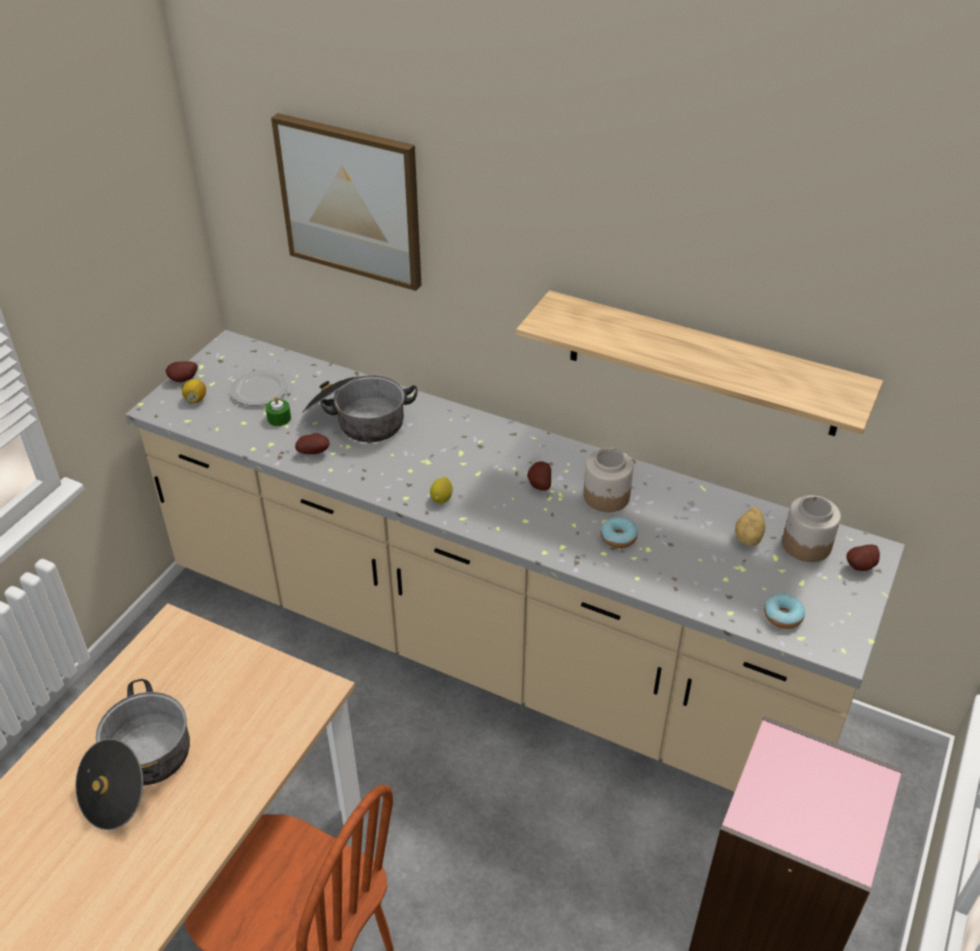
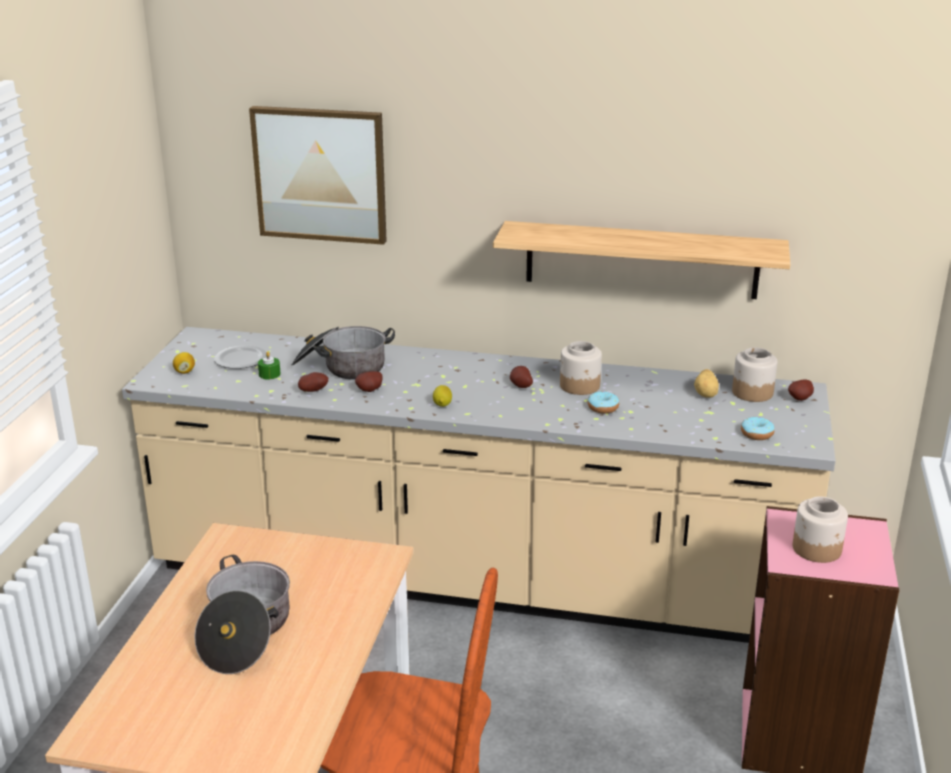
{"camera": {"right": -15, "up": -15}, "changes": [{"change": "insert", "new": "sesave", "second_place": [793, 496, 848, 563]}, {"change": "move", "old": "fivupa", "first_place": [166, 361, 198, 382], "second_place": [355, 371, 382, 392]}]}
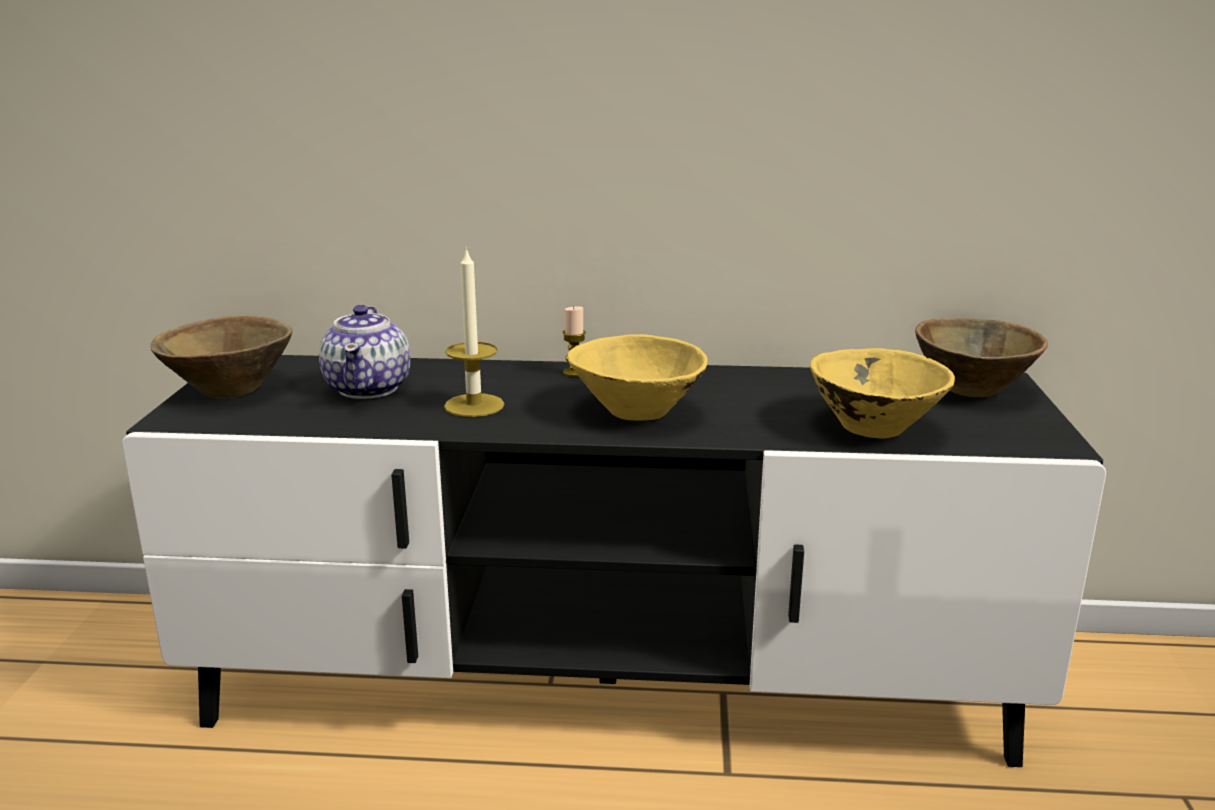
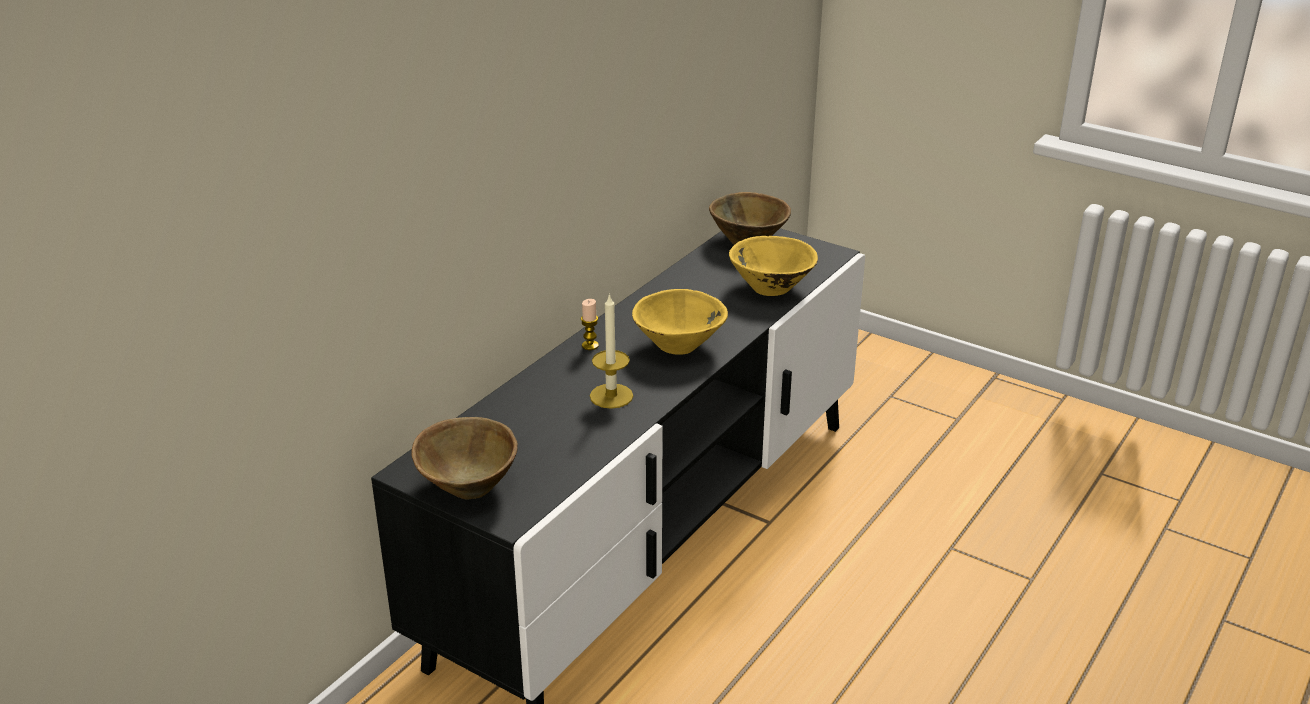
{"camera": {"right": -60, "up": 10}, "changes": [{"change": "delete", "old": "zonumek", "first_place": [319, 305, 410, 399]}]}
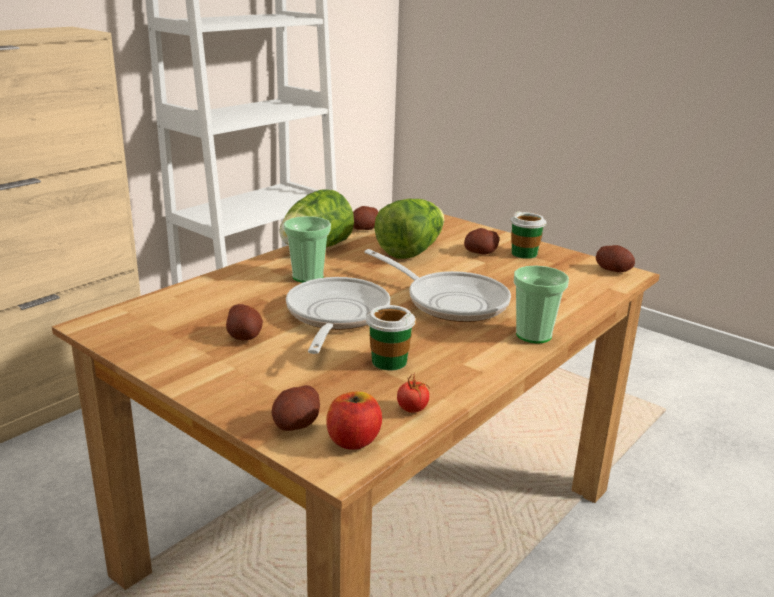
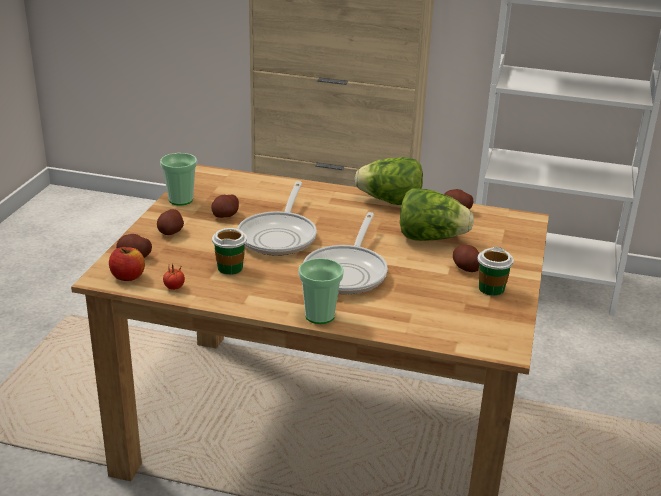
{"camera": {"right": 65, "up": 5}, "changes": [{"change": "move", "old": "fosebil", "first_place": [283, 216, 331, 283], "second_place": [160, 153, 197, 206]}, {"change": "move", "old": "fivupa", "first_place": [596, 245, 635, 273], "second_place": [157, 209, 184, 235]}, {"change": "rotate", "old": "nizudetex", "first_place": [286, 277, 390, 354], "second_place": [237, 181, 317, 256], "degrees": 120}]}
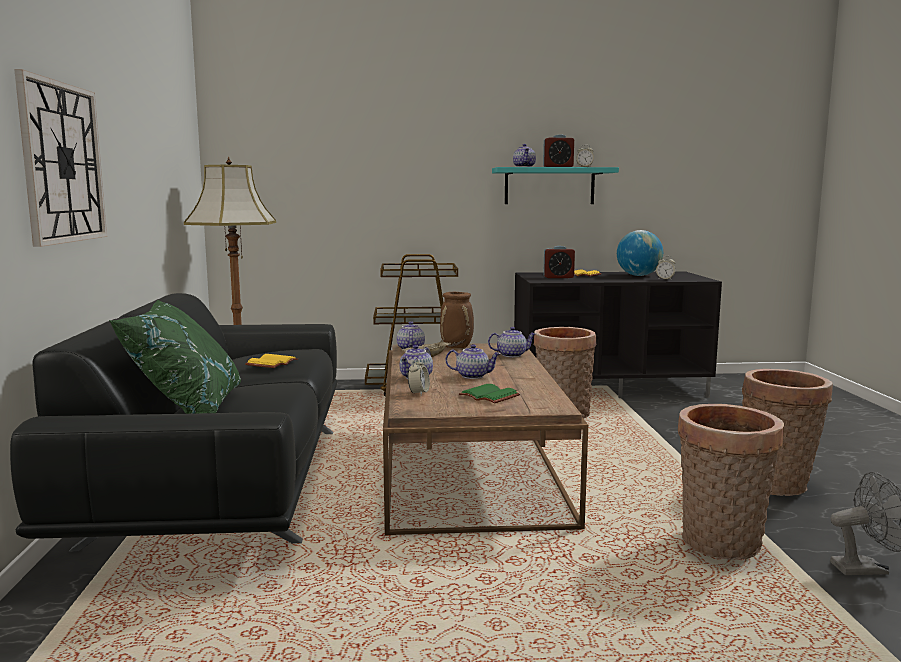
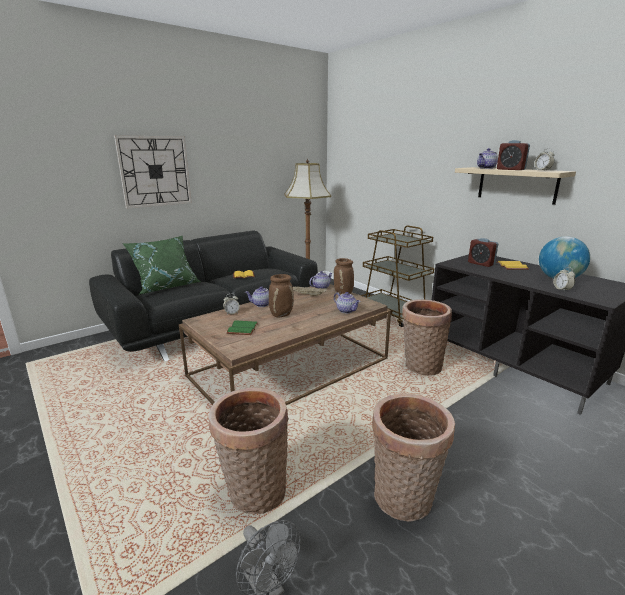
{"camera": {"right": 55, "up": 10}, "changes": [{"change": "replace", "old": "zonumek", "new": "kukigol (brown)", "first_place": [445, 344, 501, 379], "second_place": [269, 274, 294, 317]}, {"change": "recolor", "old": "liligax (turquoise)", "new": "liligax (beige)", "first_place": [492, 167, 619, 204], "second_place": [455, 167, 576, 205]}]}
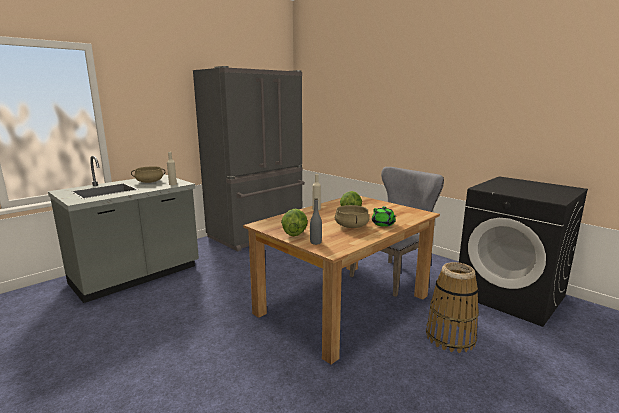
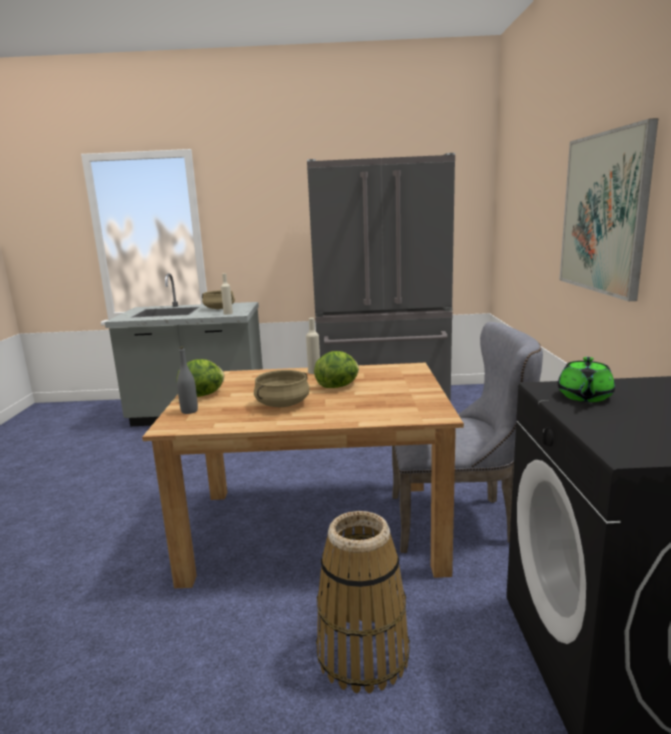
{"camera": {"right": 45, "up": 0}, "changes": [{"change": "insert", "new": "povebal", "second_place": [559, 118, 658, 301]}, {"change": "move", "old": "zonumek (green)", "first_place": [372, 206, 396, 227], "second_place": [558, 357, 615, 402]}]}
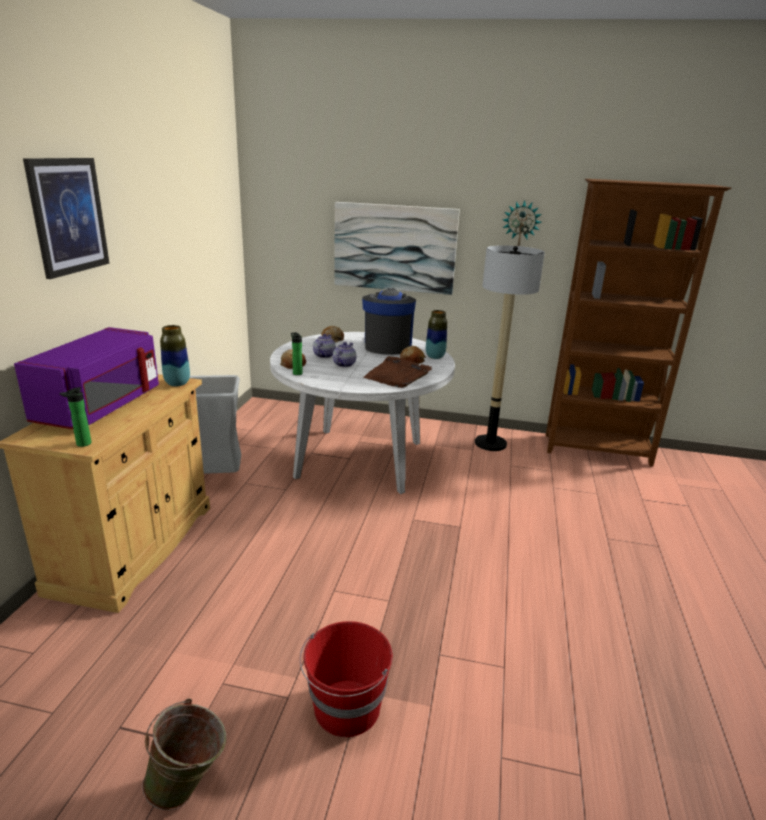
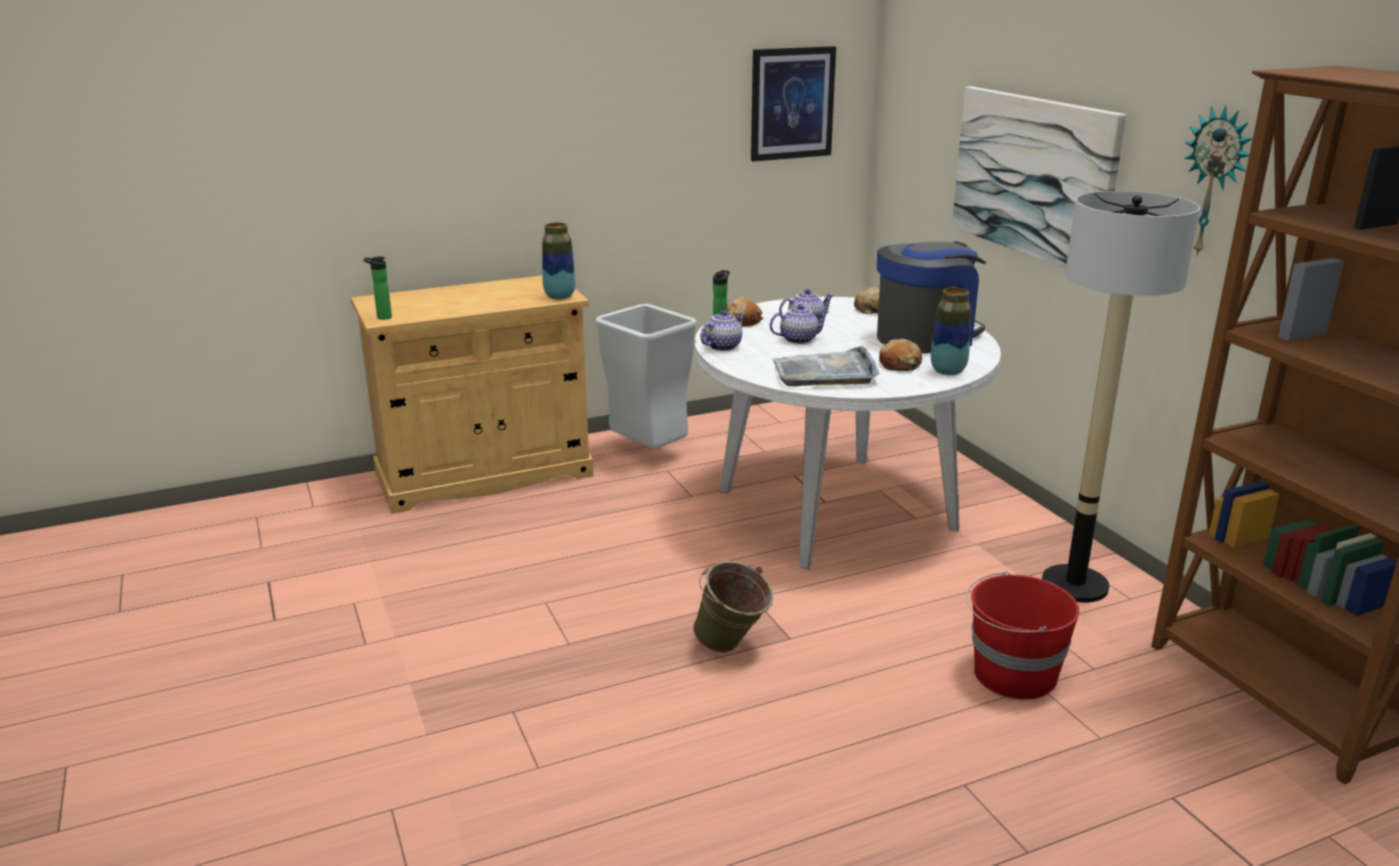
{"camera": {"right": 55, "up": 0}, "changes": [{"change": "delete", "old": "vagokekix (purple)", "first_place": [14, 327, 159, 429]}, {"change": "insert", "new": "zonumek", "second_place": [700, 310, 745, 351]}, {"change": "move", "old": "povebal", "first_place": [23, 158, 110, 279], "second_place": [751, 46, 836, 162]}, {"change": "move", "old": "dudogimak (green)", "first_place": [142, 698, 226, 810], "second_place": [693, 561, 773, 653]}, {"change": "move", "old": "dudogimak (red)", "first_place": [300, 621, 393, 737], "second_place": [966, 571, 1079, 700]}, {"change": "recolor", "old": "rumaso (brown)", "new": "rumaso (grey)", "first_place": [363, 356, 432, 388], "second_place": [773, 346, 880, 387]}]}
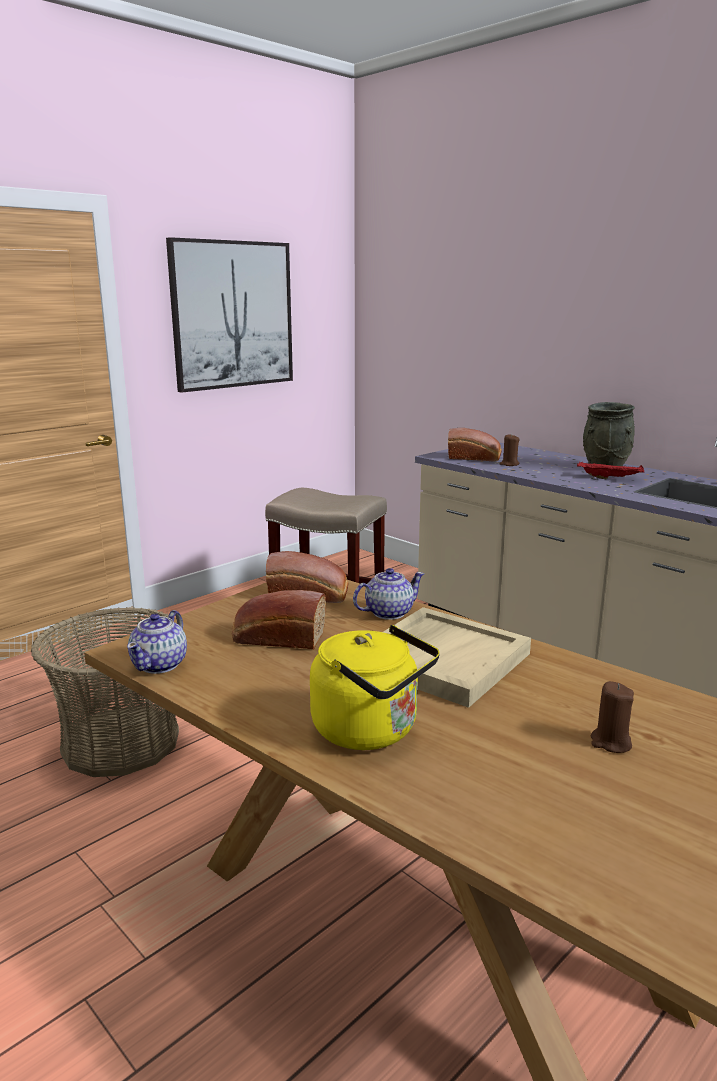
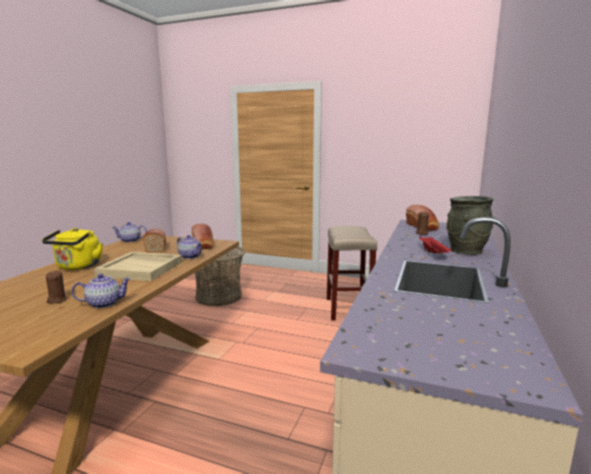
{"camera": {"right": 65, "up": -5}, "changes": [{"change": "delete", "old": "povebal", "first_place": [166, 237, 293, 393]}, {"change": "insert", "new": "zonumek", "second_place": [72, 274, 131, 308]}]}
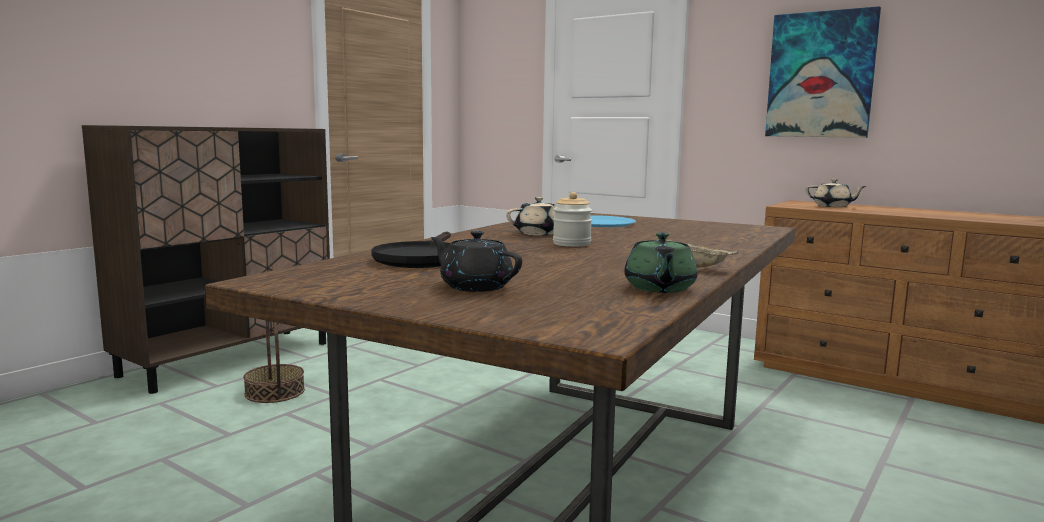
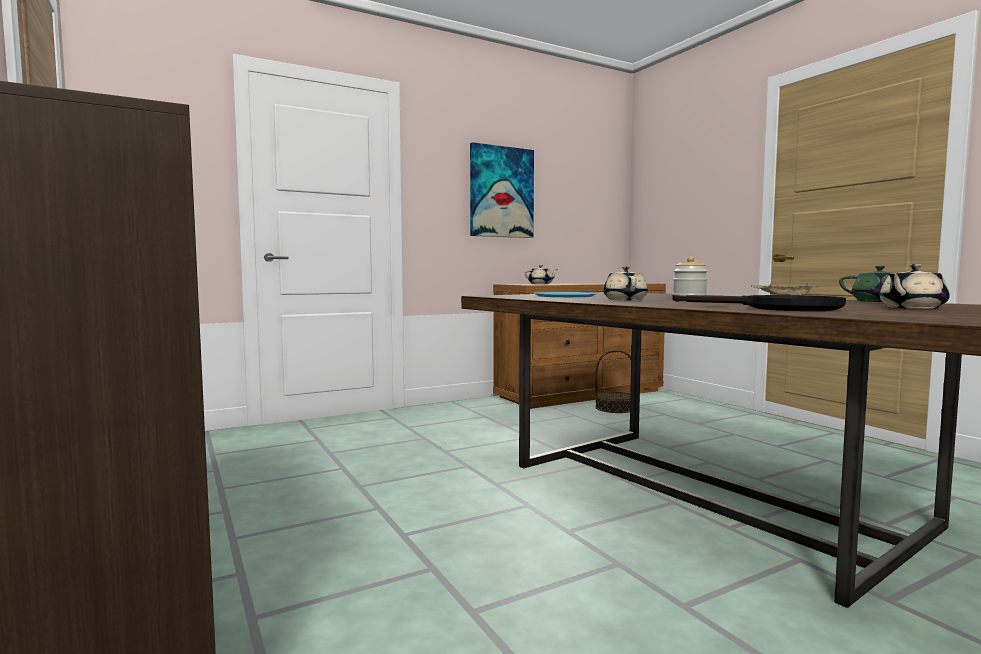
{"camera": {"right": -65, "up": -5}, "changes": [{"change": "move", "old": "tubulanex", "first_place": [243, 321, 305, 403], "second_place": [595, 350, 631, 413]}, {"change": "recolor", "old": "zonumek (black)", "new": "zonumek (beige)", "first_place": [430, 231, 522, 292], "second_place": [880, 264, 950, 309]}]}
